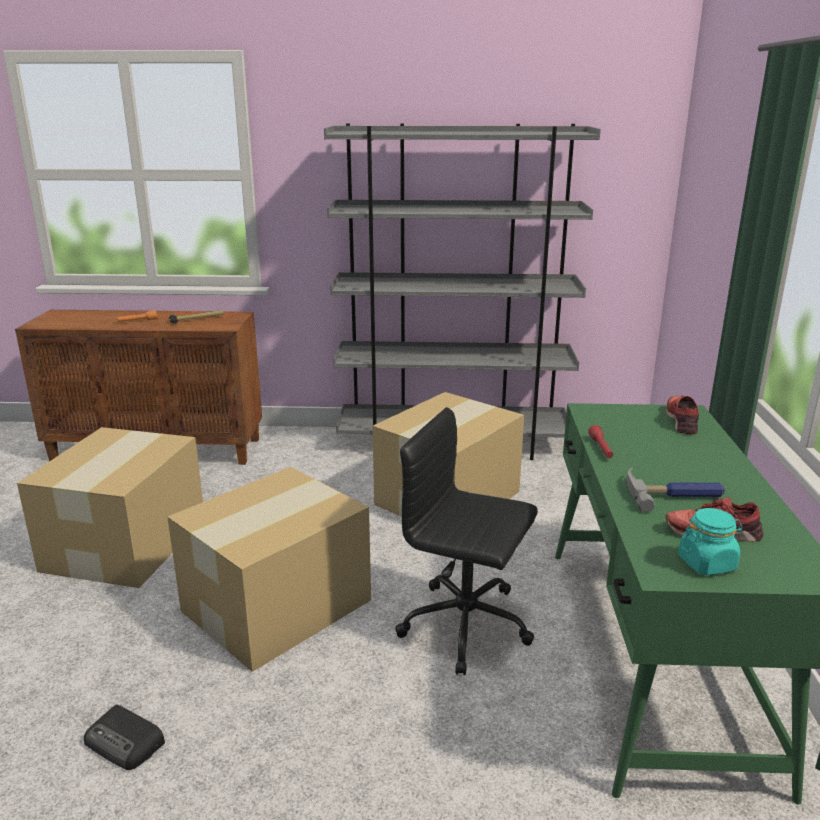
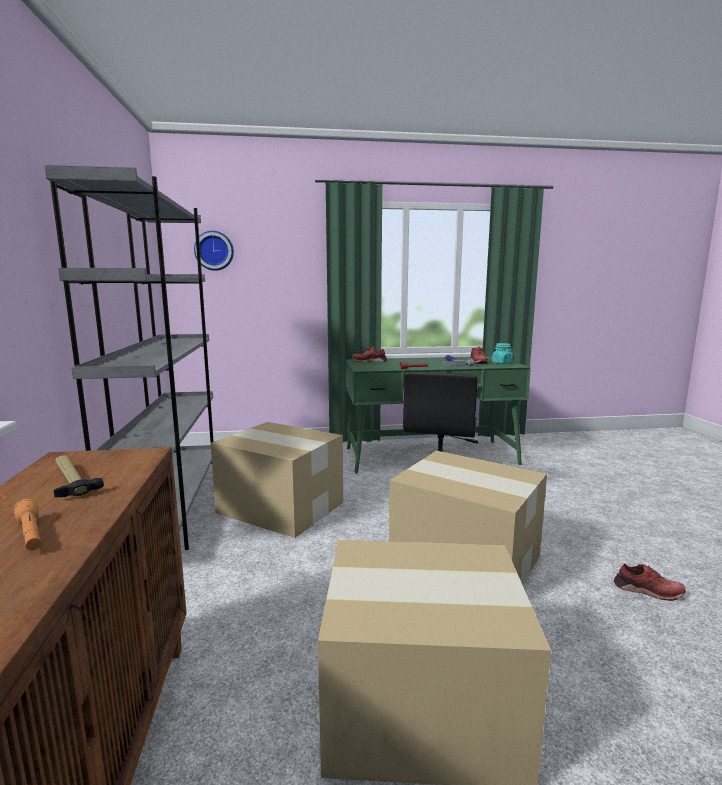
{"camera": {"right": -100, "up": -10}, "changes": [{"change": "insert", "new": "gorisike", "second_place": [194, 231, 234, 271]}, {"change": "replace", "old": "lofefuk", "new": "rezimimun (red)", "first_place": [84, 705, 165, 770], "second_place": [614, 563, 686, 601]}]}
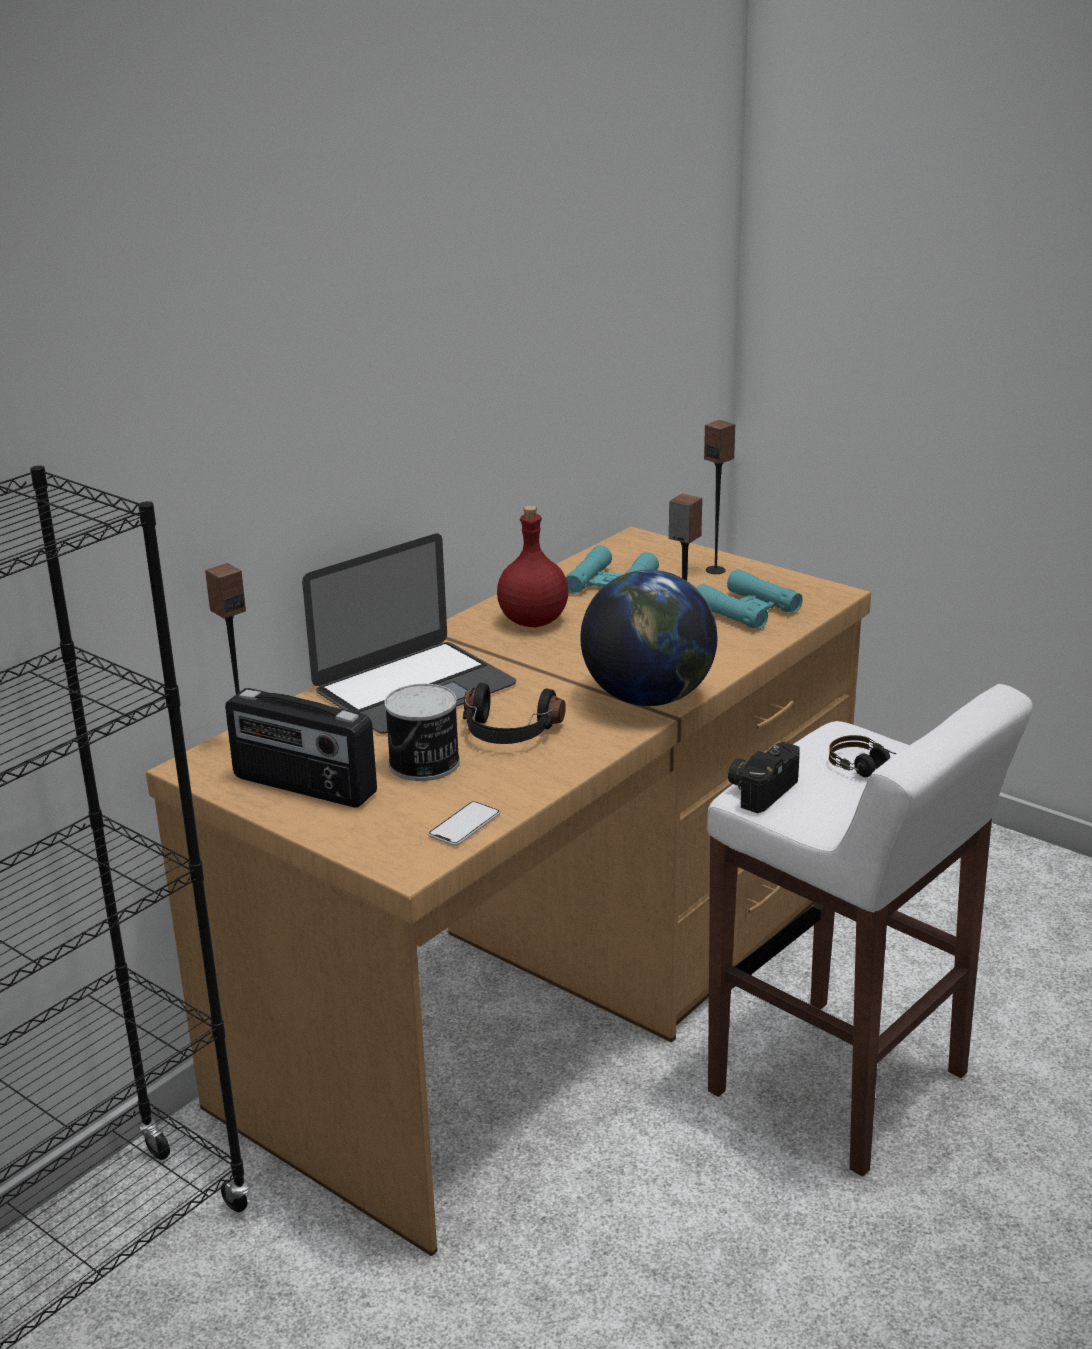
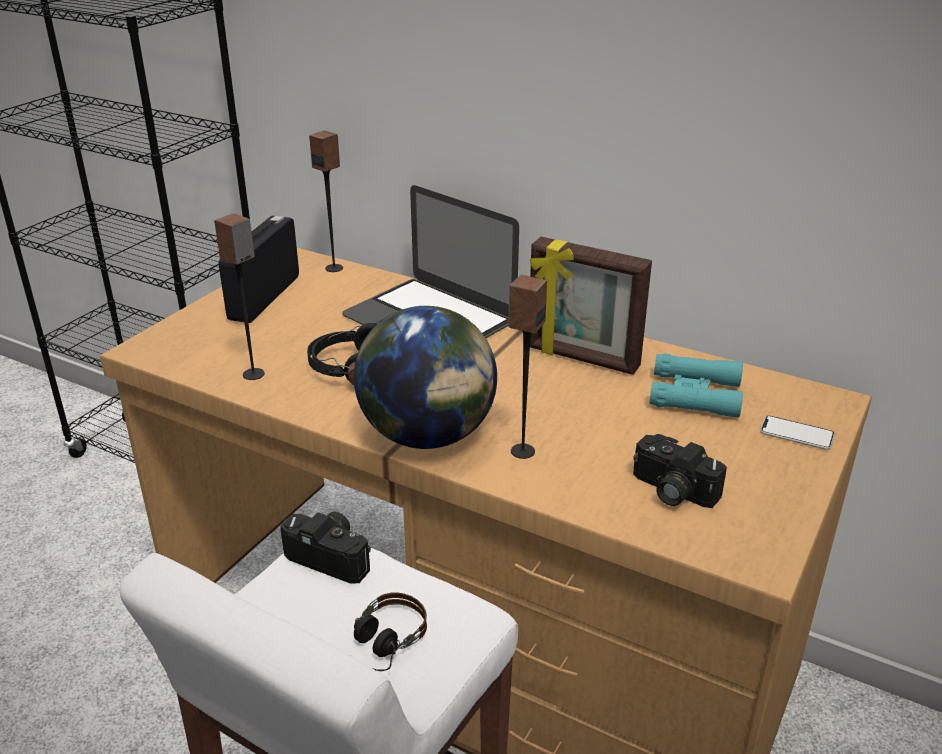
{"camera": {"right": 80, "up": 5}, "changes": [{"change": "delete", "old": "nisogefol", "first_place": [384, 684, 460, 781]}, {"change": "move", "old": "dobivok", "first_place": [428, 801, 500, 846], "second_place": [760, 416, 835, 450]}, {"change": "move", "old": "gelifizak", "first_place": [704, 420, 735, 574], "second_place": [214, 213, 265, 380]}, {"change": "replace", "old": "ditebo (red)", "new": "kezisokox", "first_place": [497, 506, 569, 627], "second_place": [530, 237, 652, 375]}, {"change": "replace", "old": "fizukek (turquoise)", "new": "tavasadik", "first_place": [696, 569, 803, 629], "second_place": [633, 434, 727, 508]}]}
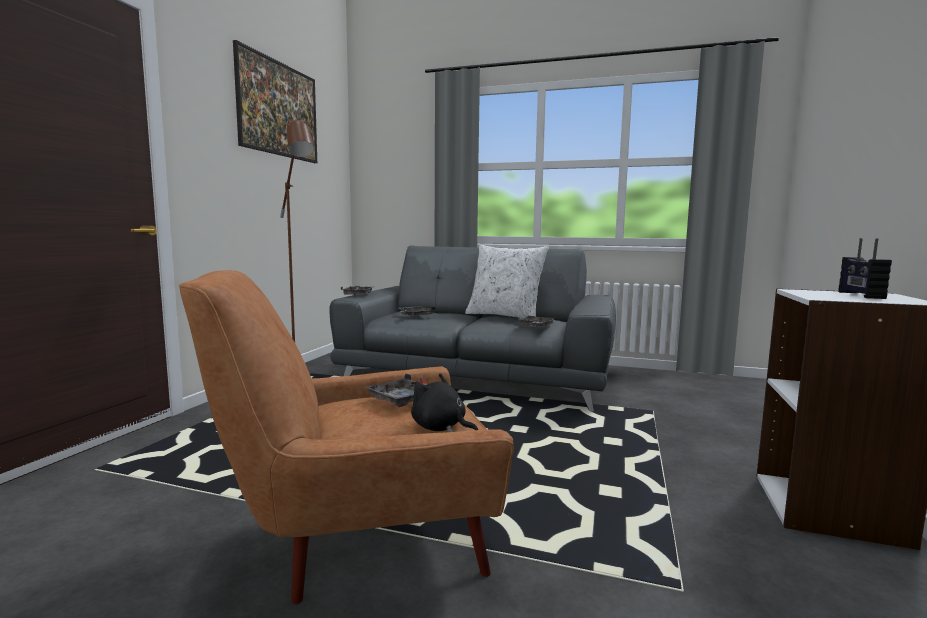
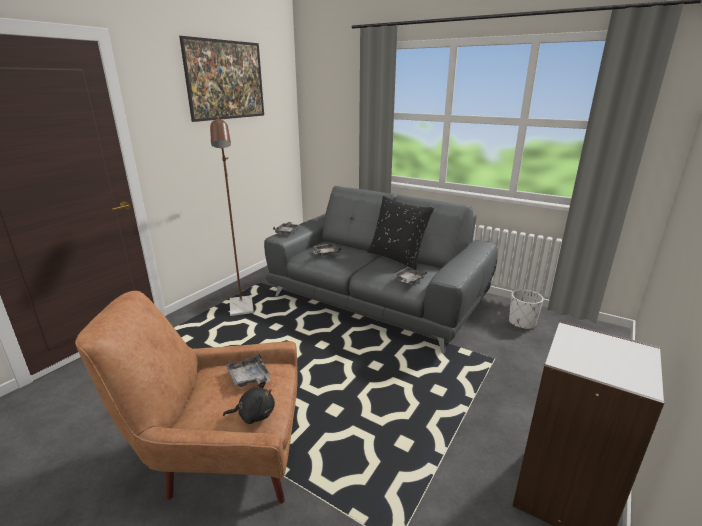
{"camera": {"right": 15, "up": 15}, "changes": [{"change": "delete", "old": "lofefuk", "first_place": [838, 238, 892, 299]}, {"change": "insert", "new": "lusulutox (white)", "second_place": [509, 289, 544, 330]}, {"change": "recolor", "old": "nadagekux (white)", "new": "nadagekux (black)", "first_place": [465, 245, 549, 318], "second_place": [367, 196, 434, 270]}, {"change": "rotate", "old": "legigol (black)", "first_place": [411, 373, 478, 432], "second_place": [223, 381, 275, 424], "degrees": 120}]}
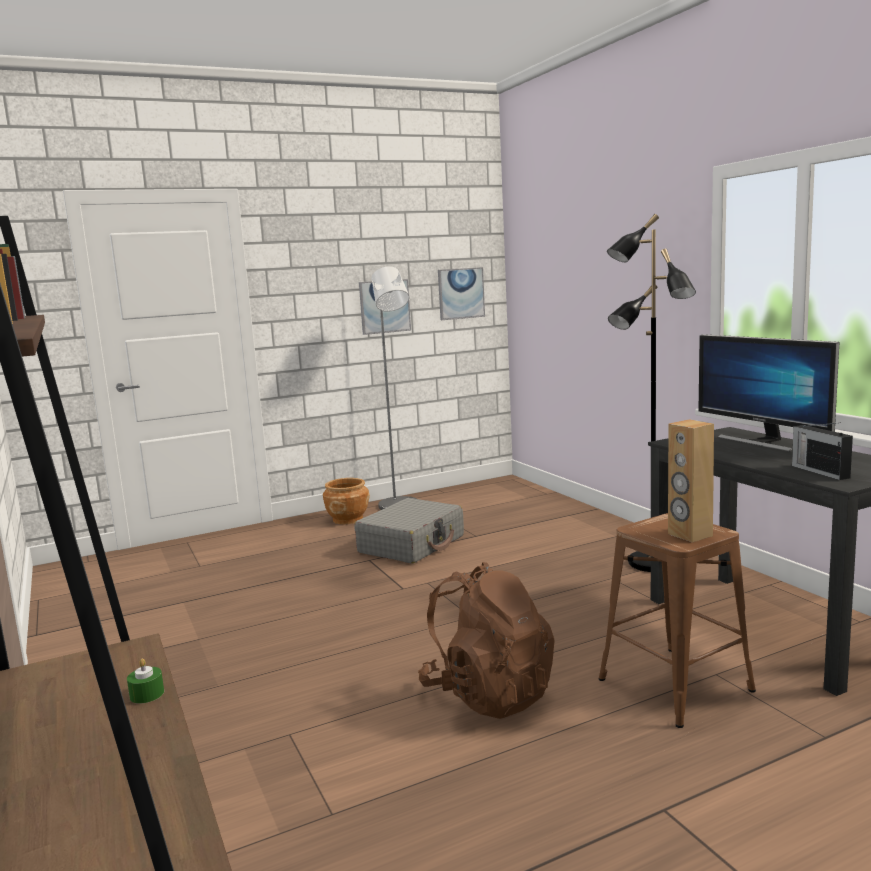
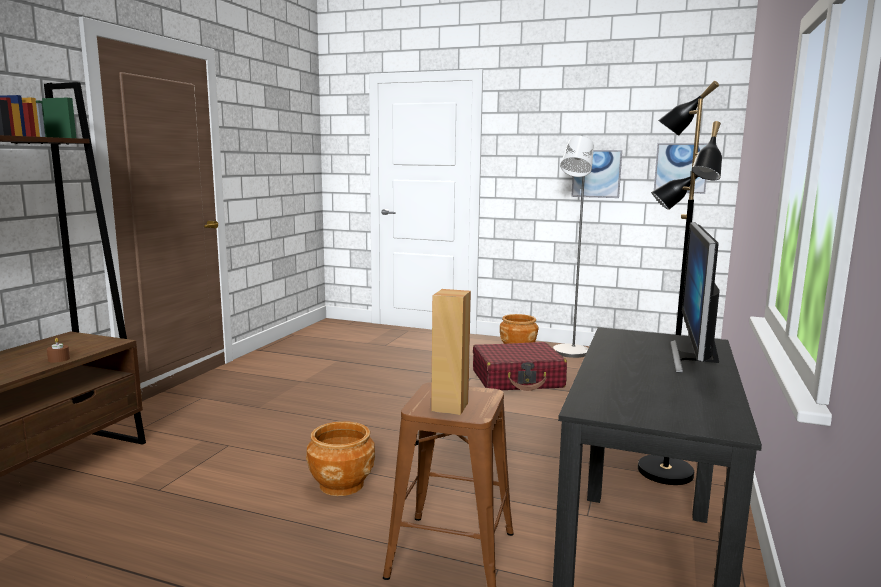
{"camera": {"right": 45, "up": 0}, "changes": [{"change": "delete", "old": "lofefuk", "first_place": [792, 423, 853, 480]}, {"change": "replace", "old": "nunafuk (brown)", "new": "lusulutox (brown)", "first_place": [418, 562, 555, 719], "second_place": [306, 421, 375, 496]}, {"change": "recolor", "old": "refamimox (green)", "new": "refamimox (brown)", "first_place": [127, 658, 164, 704], "second_place": [47, 338, 70, 363]}, {"change": "recolor", "old": "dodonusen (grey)", "new": "dodonusen (red)", "first_place": [355, 498, 464, 564], "second_place": [473, 342, 567, 391]}]}
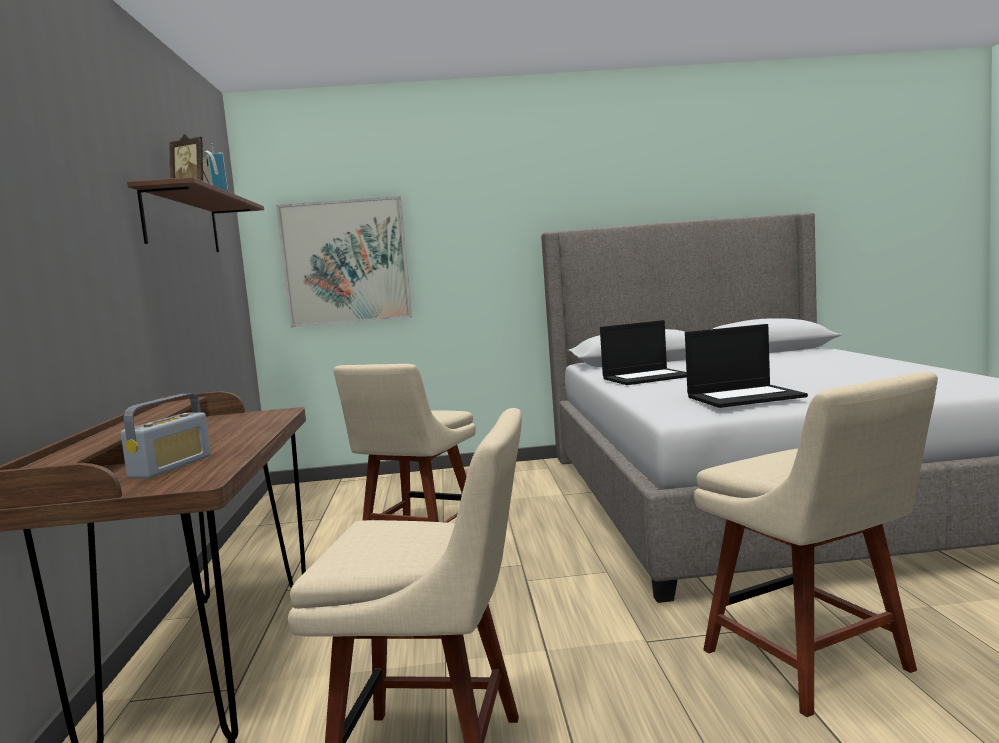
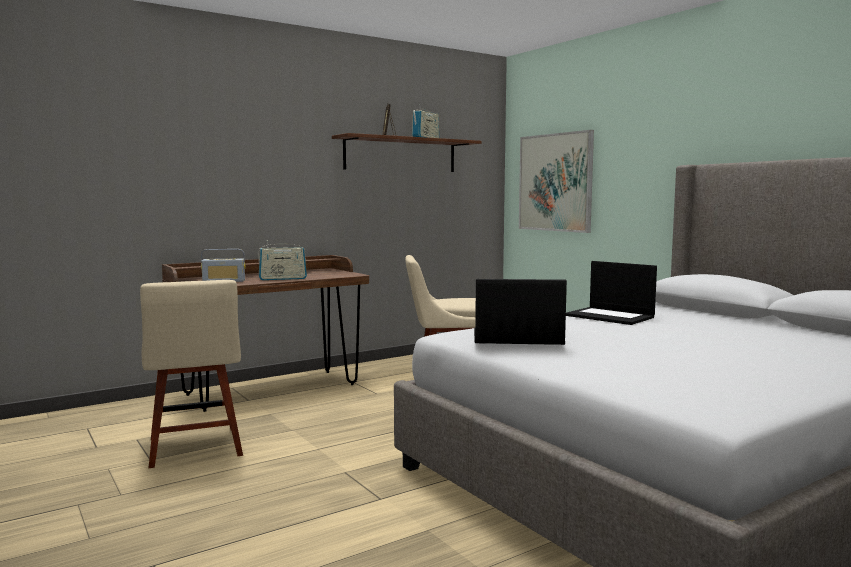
{"camera": {"right": 60, "up": 0}, "changes": [{"change": "delete", "old": "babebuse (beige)", "first_place": [694, 372, 938, 717]}, {"change": "insert", "new": "lofefuk", "second_place": [258, 240, 307, 280]}, {"change": "rotate", "old": "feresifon", "first_place": [685, 324, 808, 408], "second_place": [474, 279, 567, 345], "degrees": 135}]}
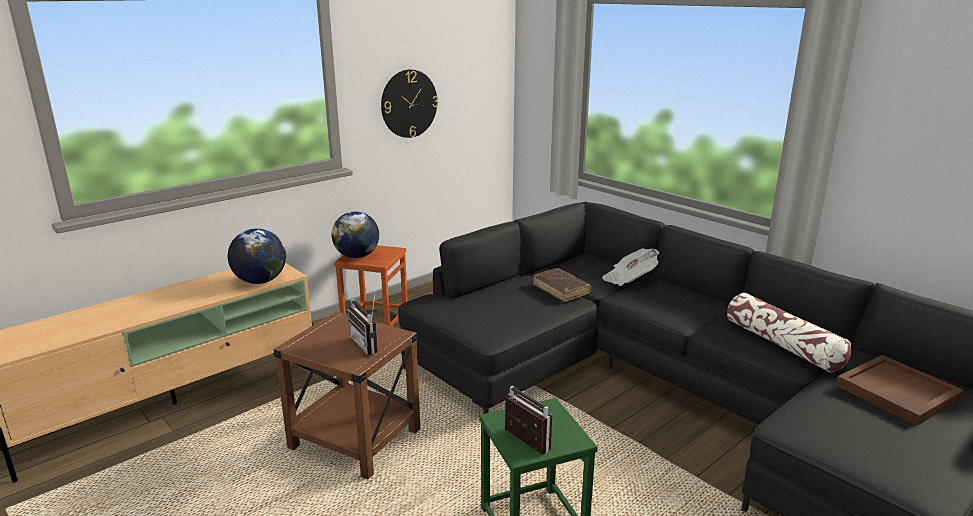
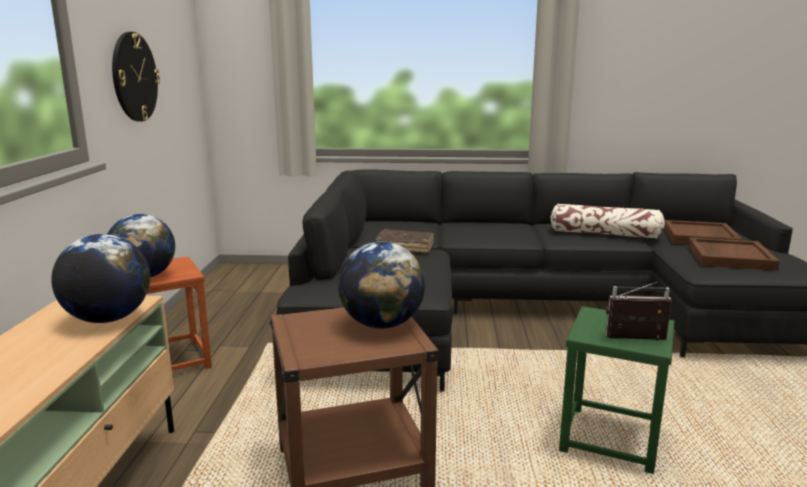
{"camera": {"right": -45, "up": -5}, "changes": [{"change": "delete", "old": "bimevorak", "first_place": [602, 248, 660, 286]}, {"change": "insert", "new": "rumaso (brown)", "second_place": [688, 237, 780, 271]}, {"change": "replace", "old": "lofefuk", "new": "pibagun", "first_place": [348, 294, 378, 355], "second_place": [338, 241, 425, 329]}]}
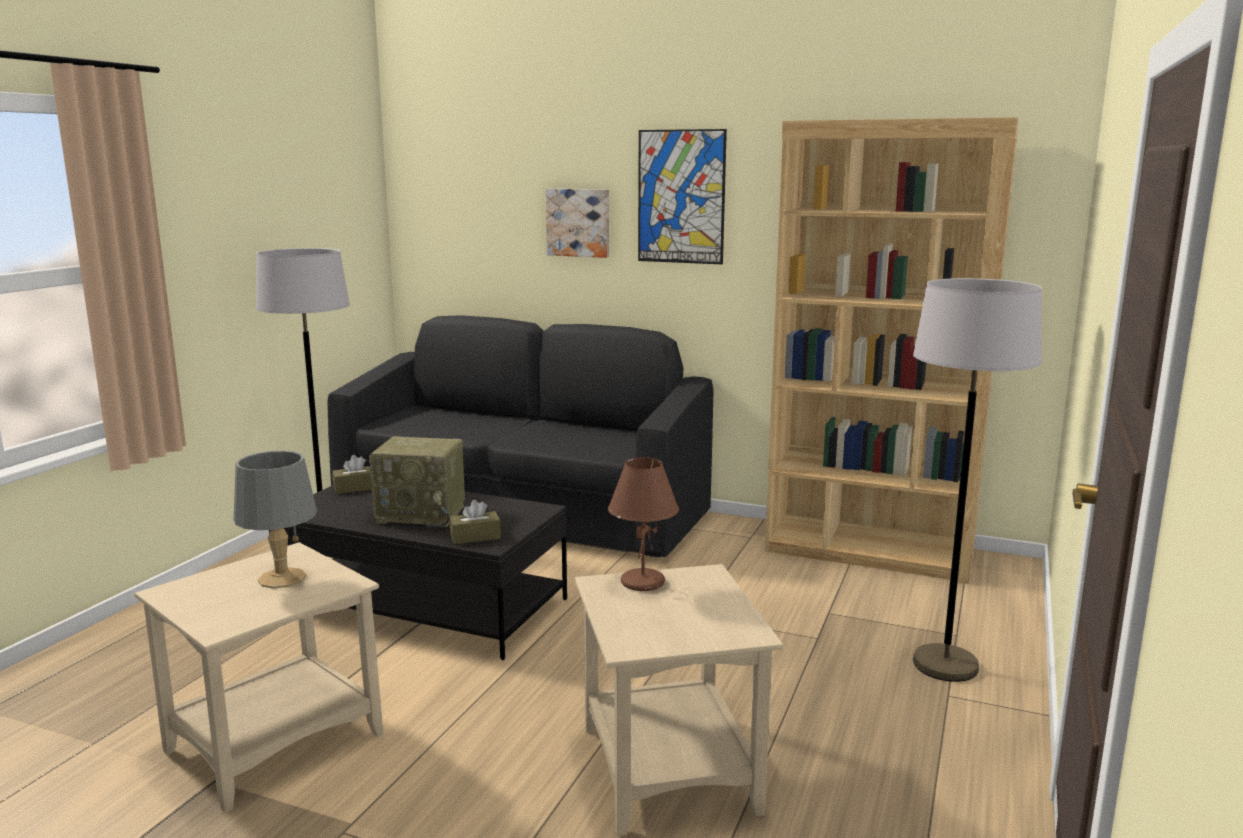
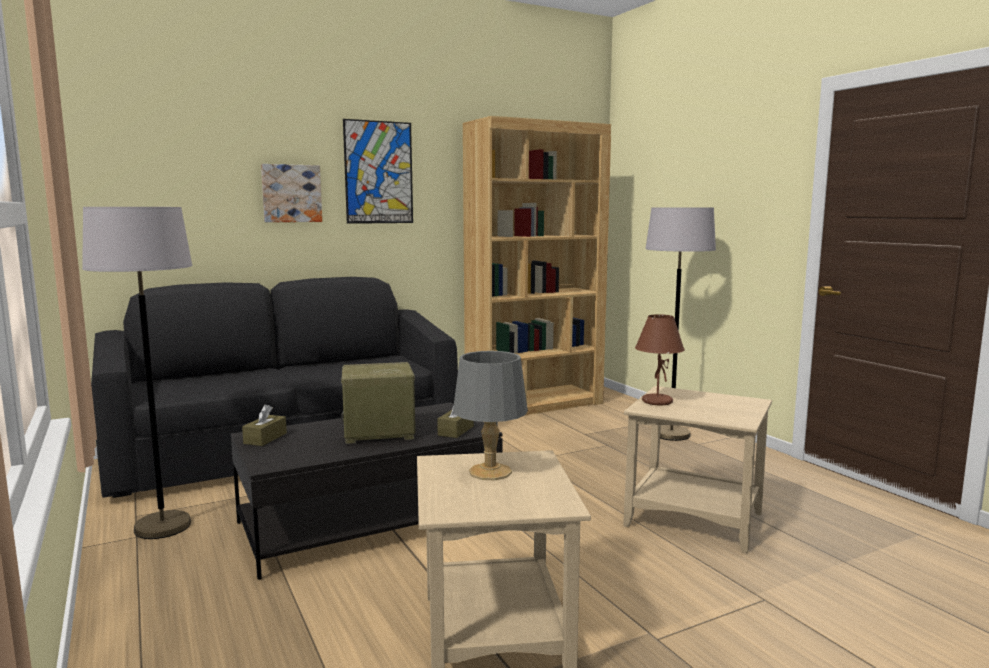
{"camera": {"right": -50, "up": -5}, "changes": [{"change": "rotate", "old": "lofefuk", "first_place": [369, 436, 465, 528], "second_place": [341, 362, 415, 444], "degrees": -150}]}
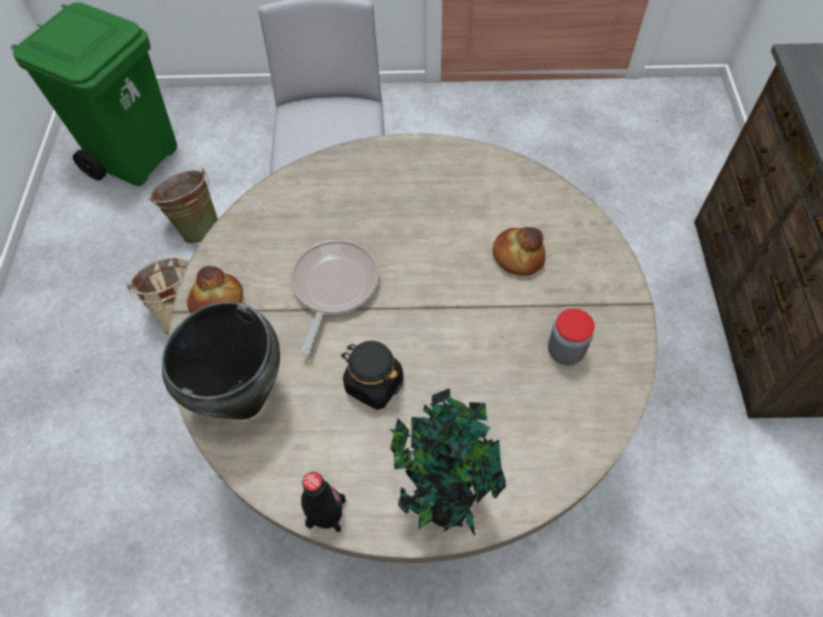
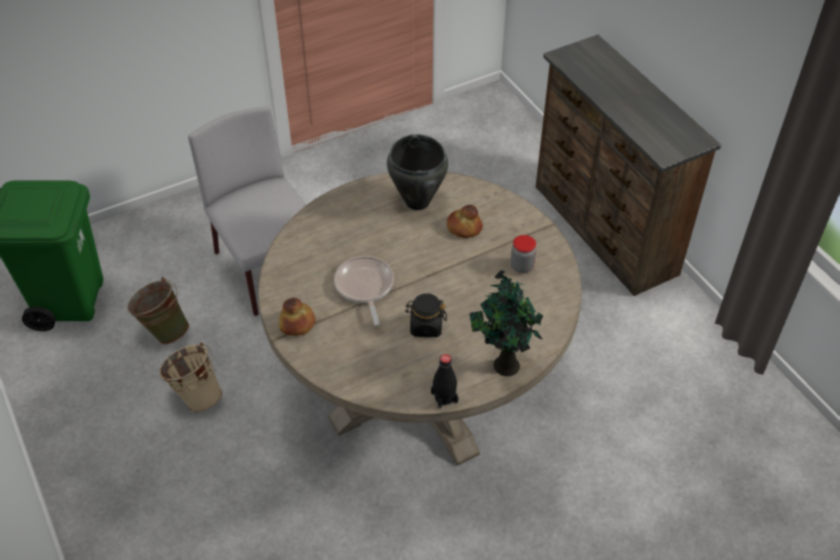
{"camera": {"right": -30, "up": -10}, "changes": [{"change": "move", "old": "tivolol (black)", "first_place": [162, 302, 280, 420], "second_place": [387, 134, 448, 210]}]}
